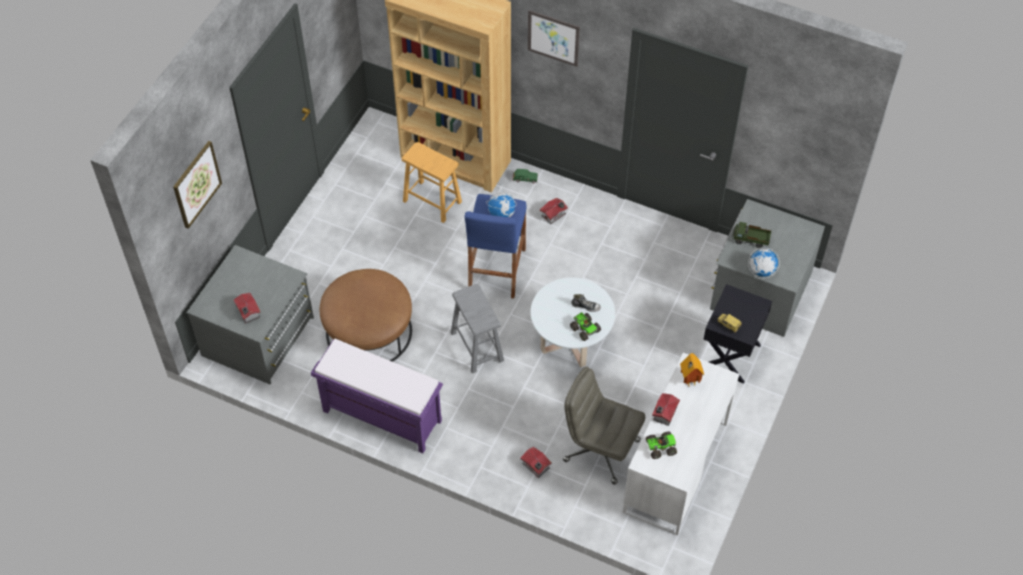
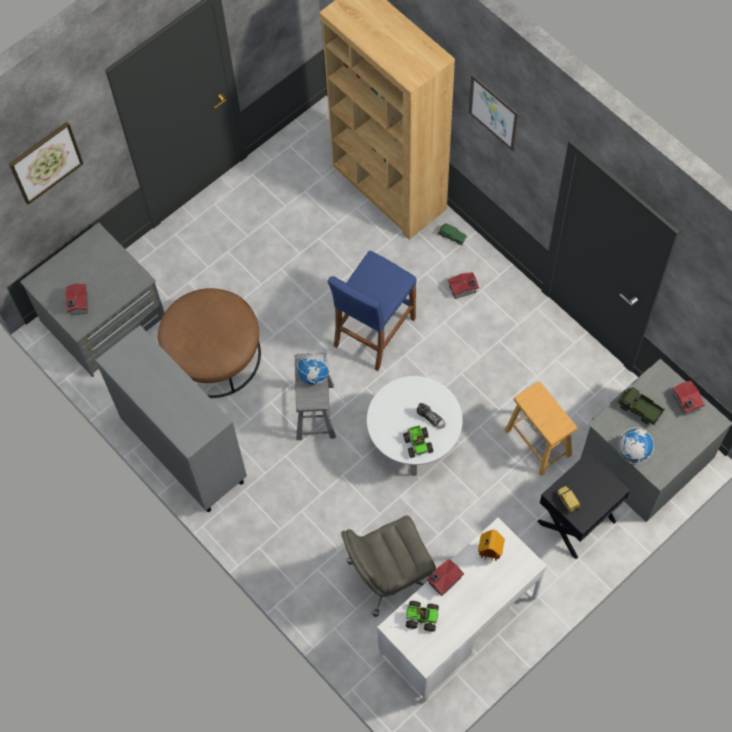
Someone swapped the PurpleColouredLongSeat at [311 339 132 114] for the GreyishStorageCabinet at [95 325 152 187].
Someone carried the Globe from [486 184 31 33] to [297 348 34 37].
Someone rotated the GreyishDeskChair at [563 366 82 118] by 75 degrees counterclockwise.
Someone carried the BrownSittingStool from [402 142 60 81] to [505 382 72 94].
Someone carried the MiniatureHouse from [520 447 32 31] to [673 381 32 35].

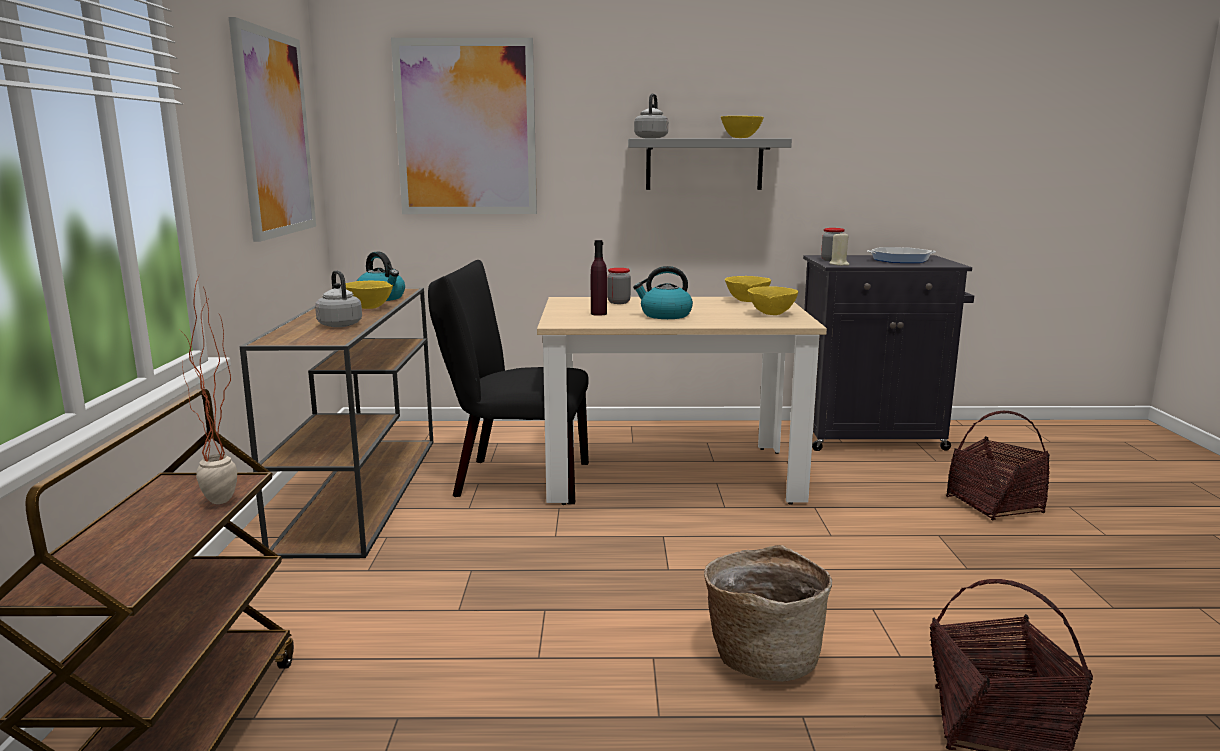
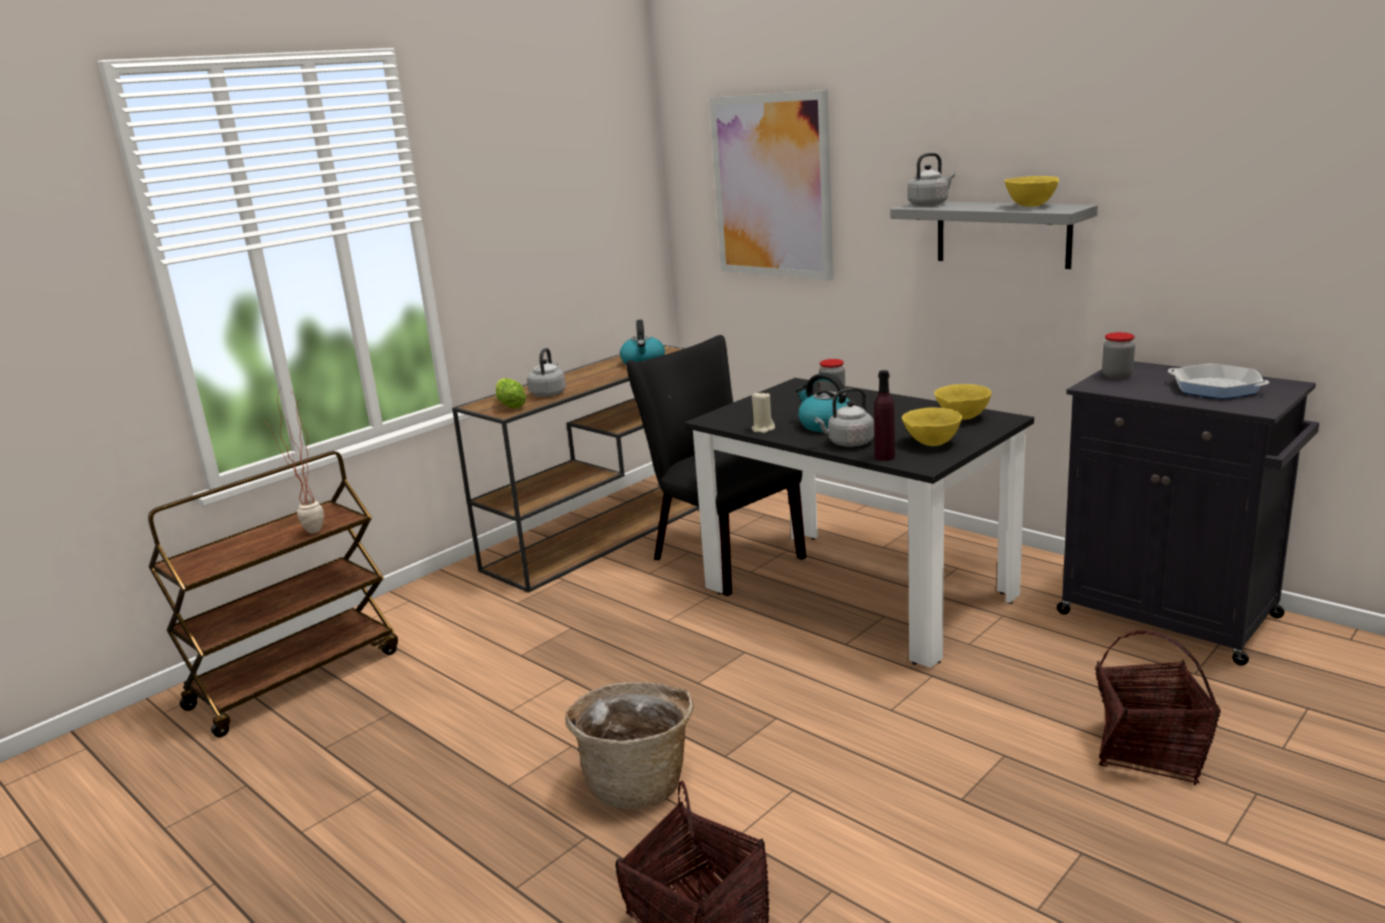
Someone put down the LettuceHead at [496 378 30 30].
Someone repainted the BeigeDiningTable at [537 297 290 208], which became the BlackishDiningTable at [685 378 349 290].
Someone carried the BeigeWaxCandle from [830 231 19 35] to [752 391 23 42].
Someone put down the GreyishTeaKettle at [815 387 59 60].
Someone carried the PurpleColouredBeverageBottle from [591 240 16 76] to [874 370 21 91].
Someone took away the Picture at [229 17 87 225].
Someone took away the YellowColouredBowl at [346 281 47 28].

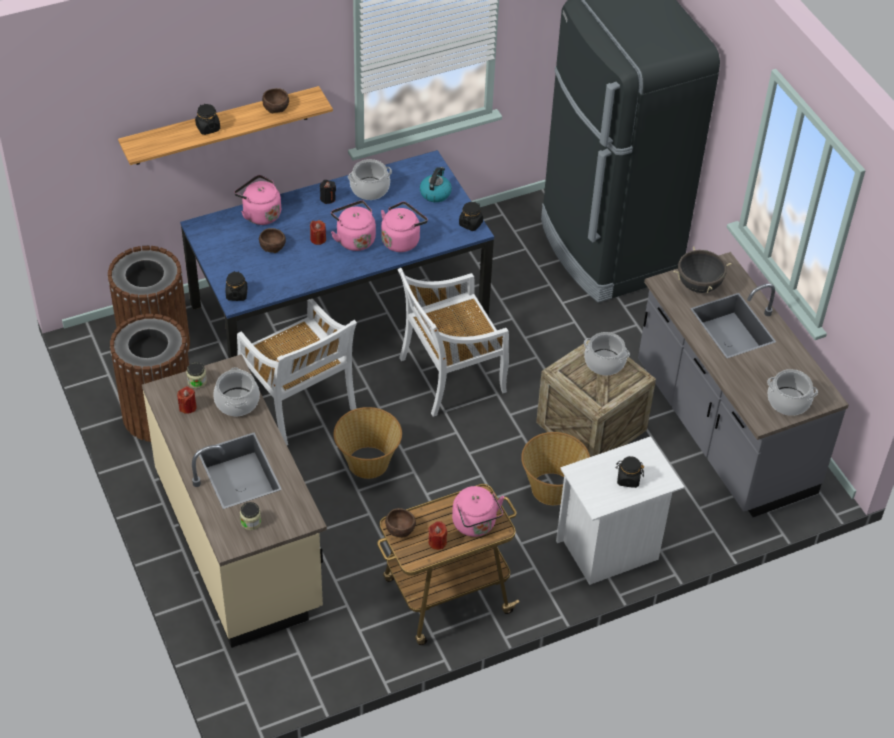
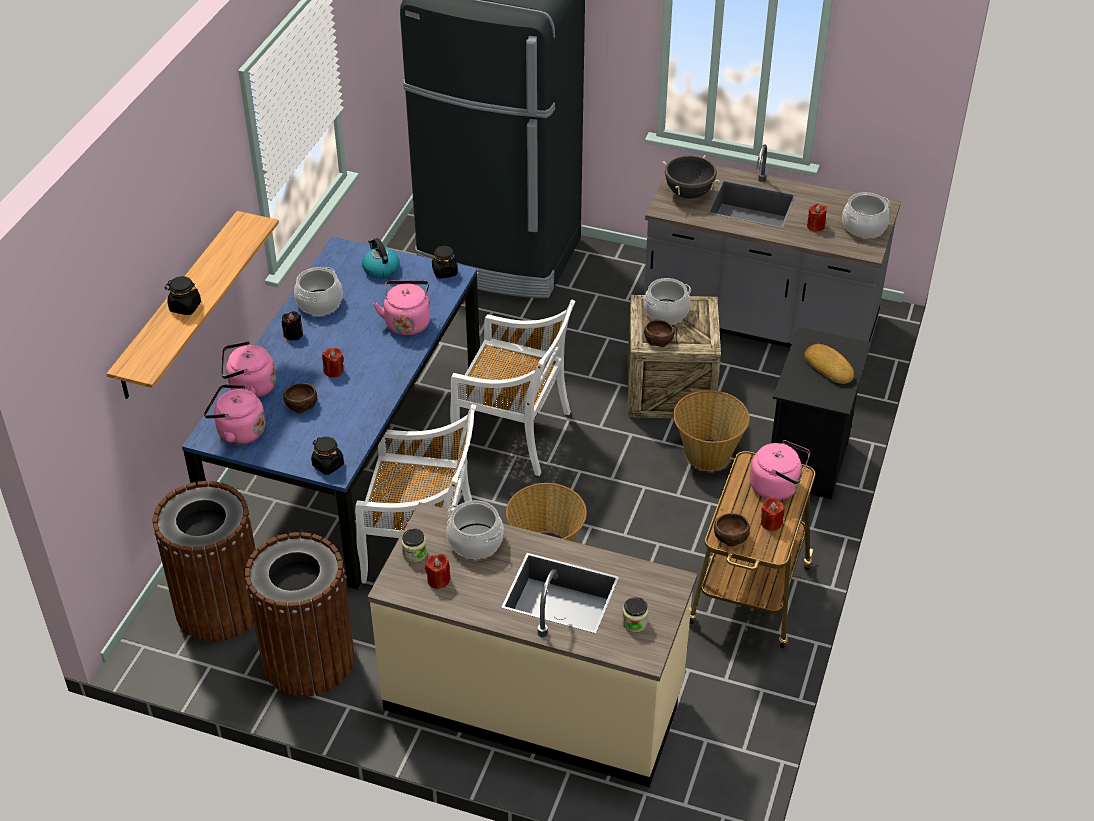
Someone carried the PinkColouredTeaKettle from [331 200 45 51] to [204 384 62 61].
Someone rotated the WhiteColouredChair at [398 268 111 149] by 90 degrees counterclockwise.
Someone carried the BrownBowl from [262 88 27 25] to [644 319 30 28].
Someone repainted the WhiteColouredBedsideTable at [556 436 128 149], which became the BlackishBedsideTable at [771 327 100 172].
Someone swapped the BlackishStorageJar at [616 456 28 32] for the Bread at [804 344 50 40].
Someone put down the RedColouredWaxCandle at [807 204 20 28].

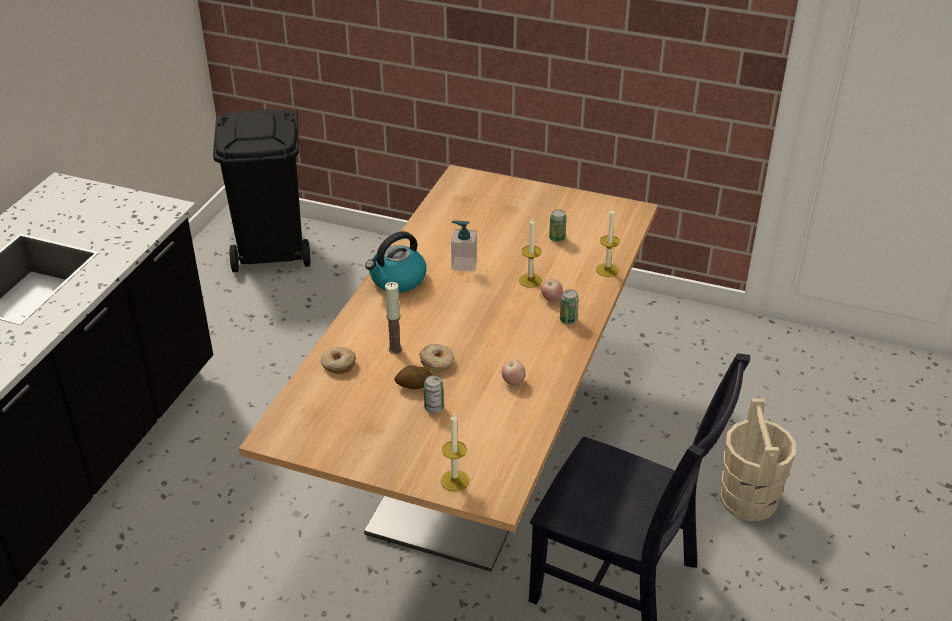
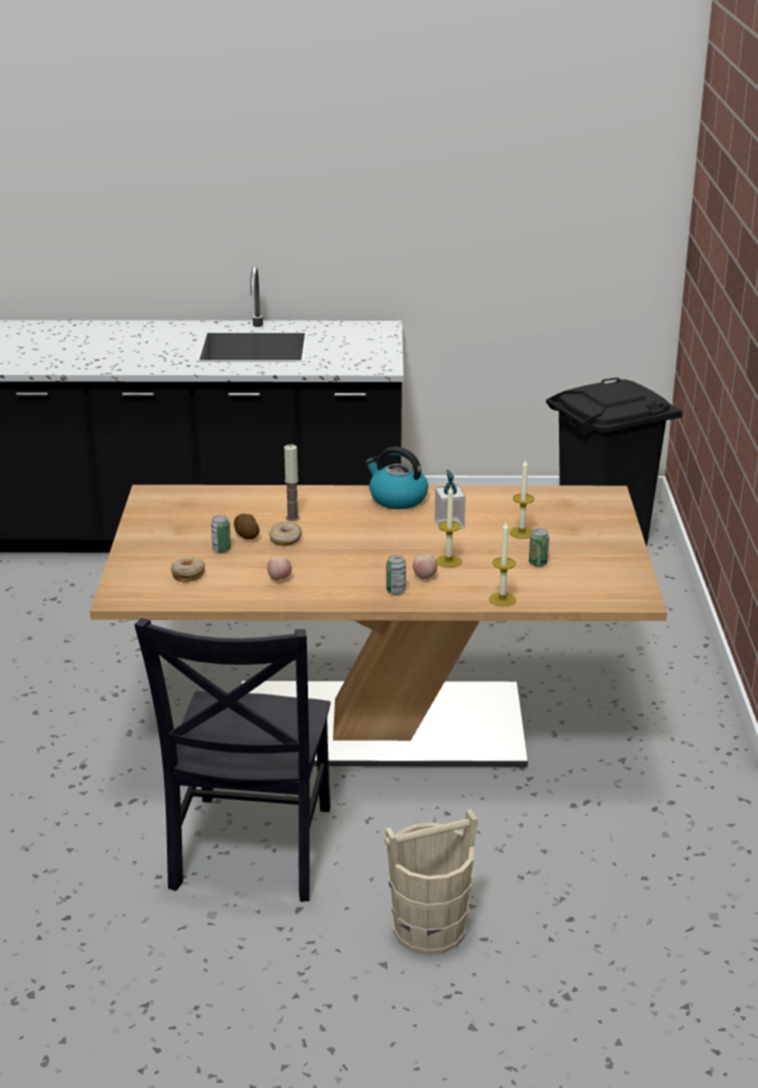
Someone carried the RingDoughnut from [321 347 35 28] to [171 557 34 25].
Someone carried the WaxCandle from [441 414 28 78] to [509 459 25 80].

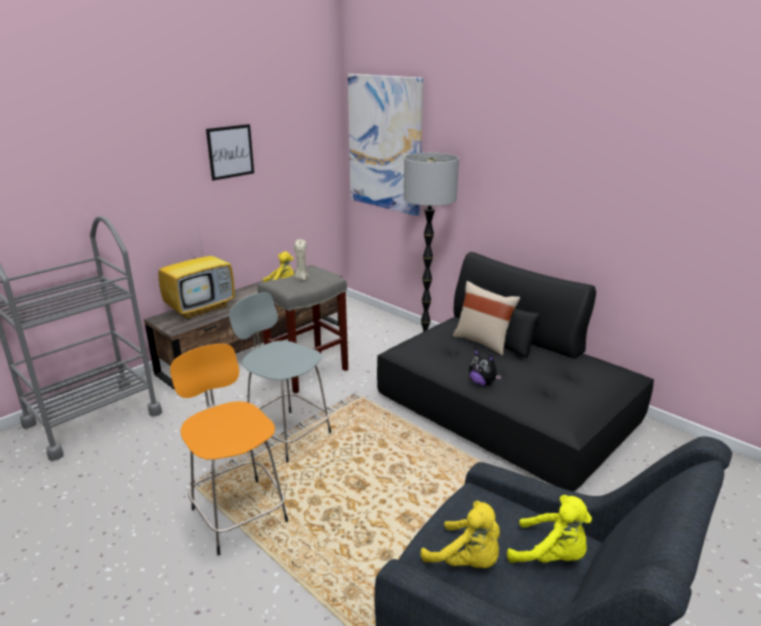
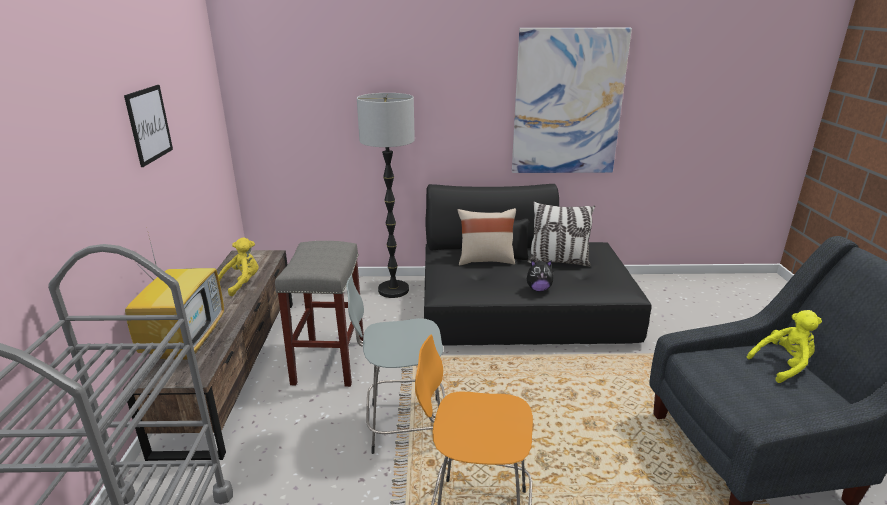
Someone carried the Picture from [348 74 75 142] to [512 28 120 145].
Someone put down the ThrowPillow at [527 201 68 65].
Someone took away the BeigeWaxCandle at [294 239 15 41].
Someone took away the YellowColouredSoftToy at [420 501 80 67].

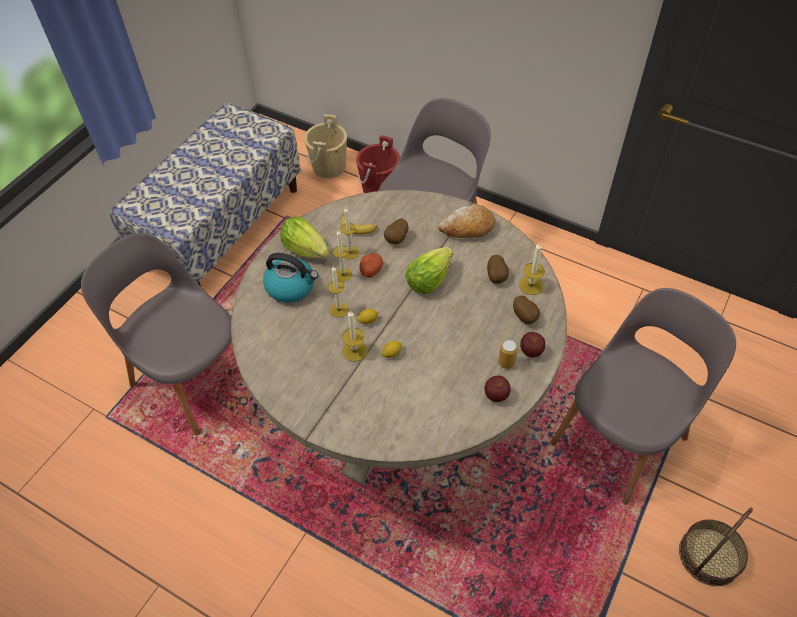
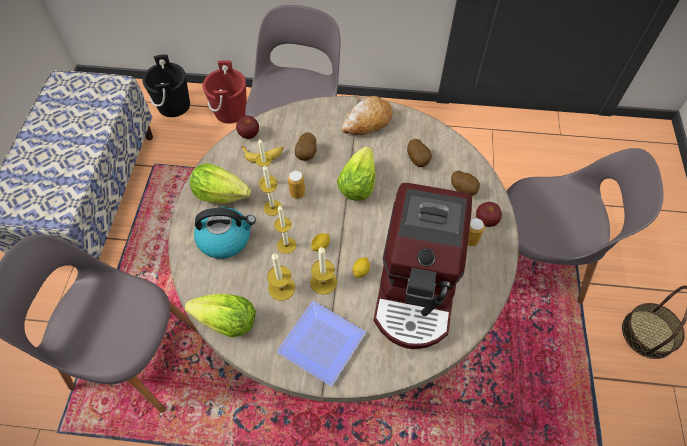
Someone repainted the BeigePail at [304 114 43 64], which became the BlackishPail at [142 54 48 63].
Someone put down the LettuceHead at [185 294 71 44].
Someone carried the WholeApple from [484 376 27 26] to [236 116 23 23].
Someone carried the WaxCandle from [519 242 26 53] to [267 253 28 47].
Someone put down the FlatDish at [277 301 89 85].
Someone swapped the Potato at [359 253 24 25] for the MetalCan at [288 170 17 29].
Someone put down the CoffeeMachine at [374 183 98 166].
Someone rotated the GreyishChair at [550 288 186 217] by 75 degrees clockwise.

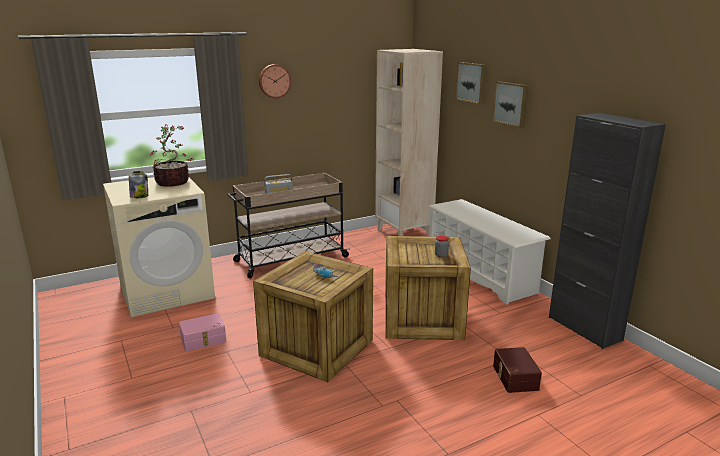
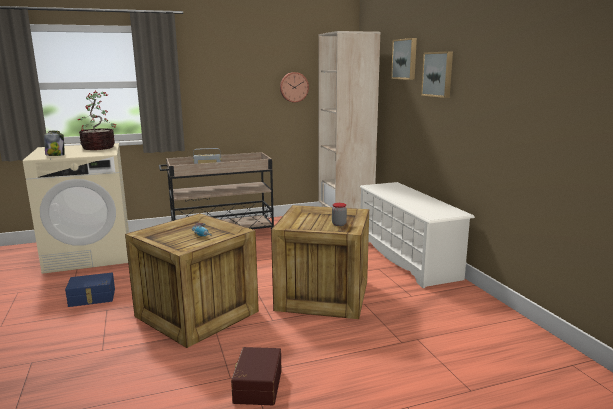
Someone repainted the PinkColouredStorageBin at [179 313 47 39], which became the BluishStorageBin at [65 273 50 34].
Someone carried the BrownStorageBin from [493 347 49 46] to [231 347 51 58].
Someone carried the WallClock from [259 64 32 34] to [280 72 29 31].
Someone took away the BlackishStorageCabinet at [549 113 117 236].

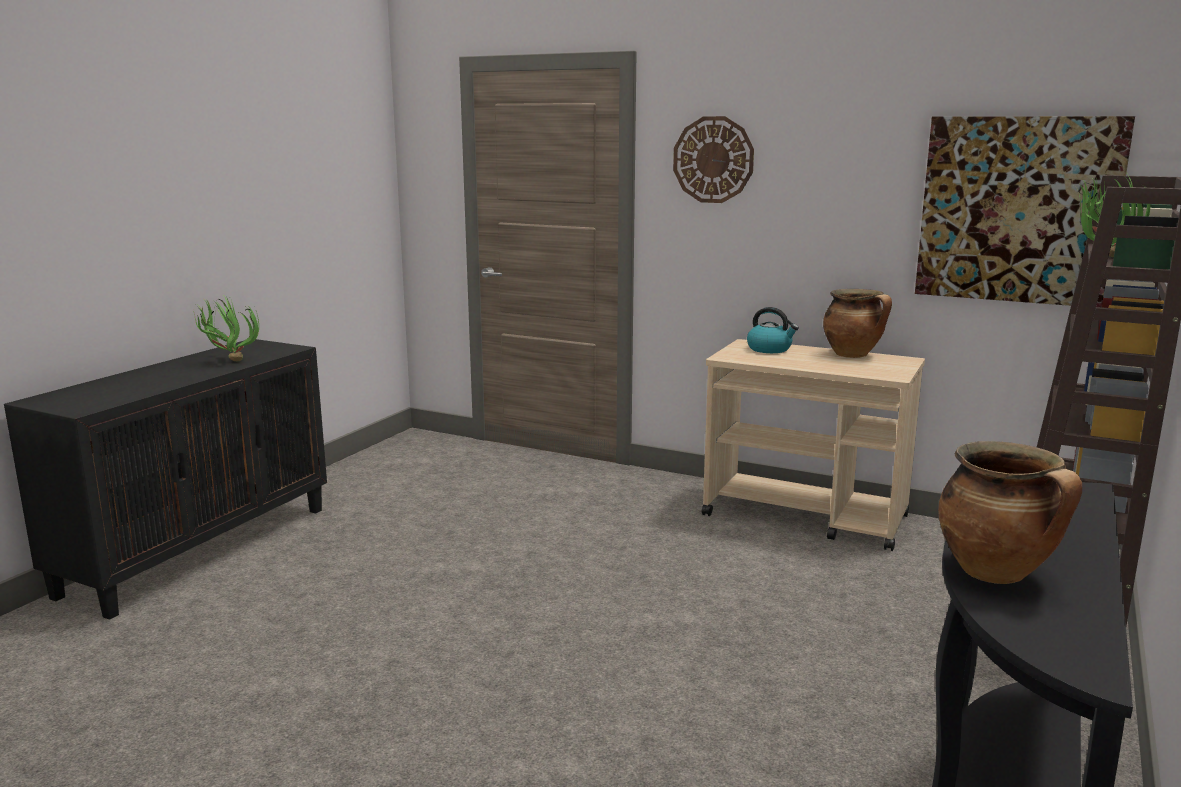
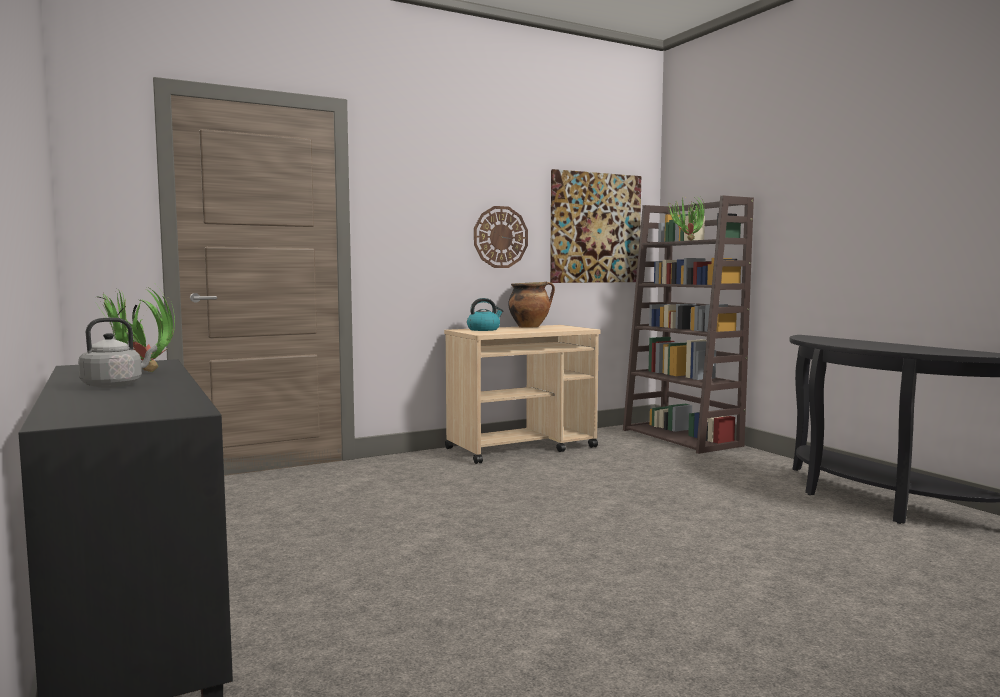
Someone put down the GreyishTeaKettle at [78 318 79 70].
Someone carried the WallClock from [673 116 81 87] to [474 206 54 62].
Someone took away the CookingPot at [938 441 144 143].

